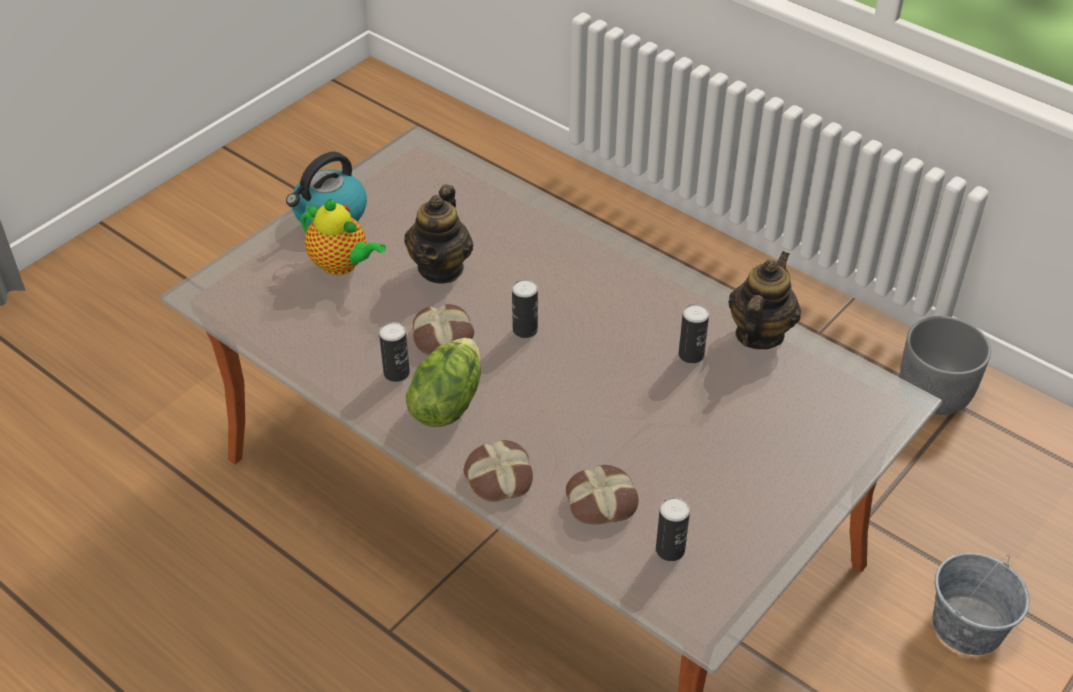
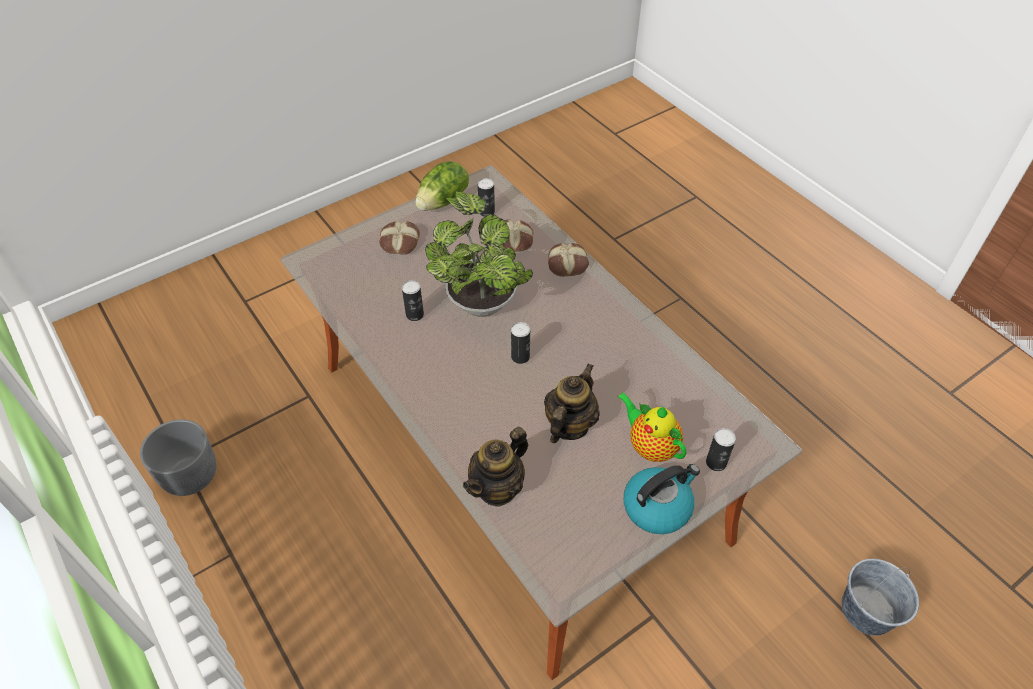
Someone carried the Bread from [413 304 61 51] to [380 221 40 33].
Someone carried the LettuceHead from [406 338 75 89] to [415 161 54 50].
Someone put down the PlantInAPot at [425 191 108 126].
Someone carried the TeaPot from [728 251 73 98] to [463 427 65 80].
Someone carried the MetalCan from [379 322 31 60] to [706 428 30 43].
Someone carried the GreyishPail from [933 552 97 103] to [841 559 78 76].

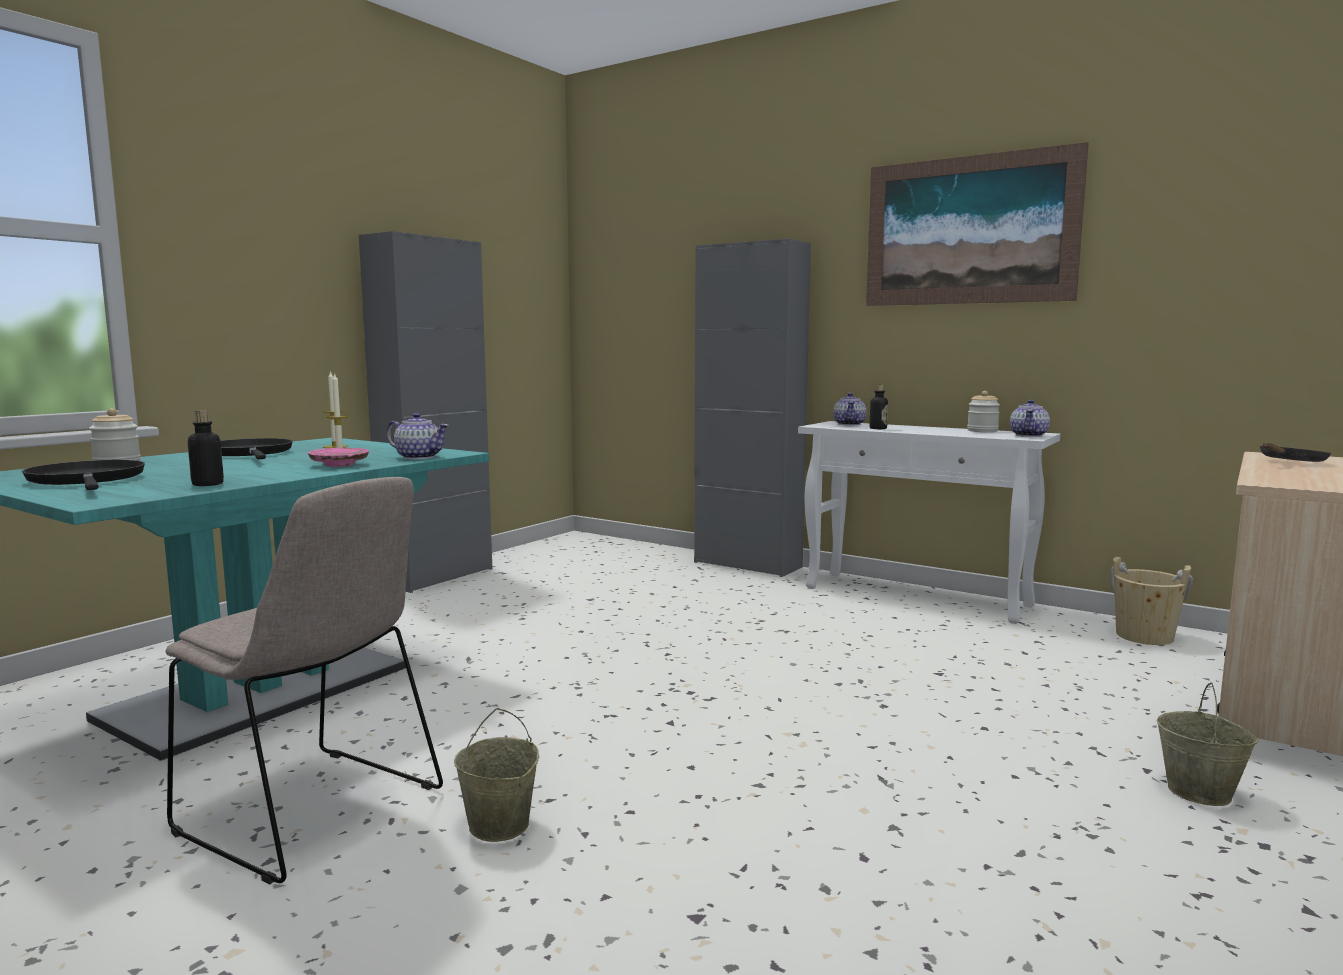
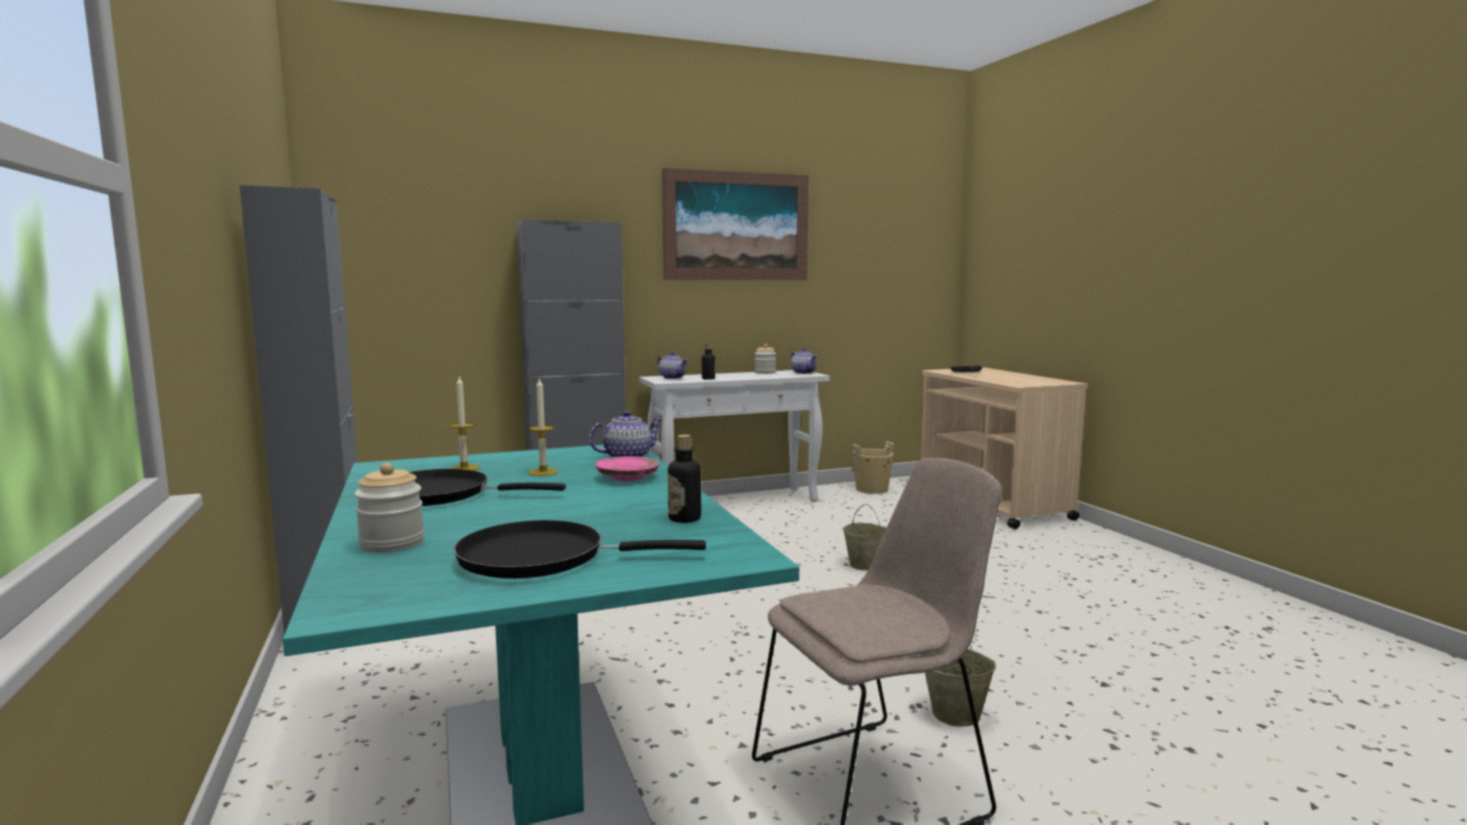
Someone carried the BeigePail from [1157 682 102 124] to [843 504 44 67].

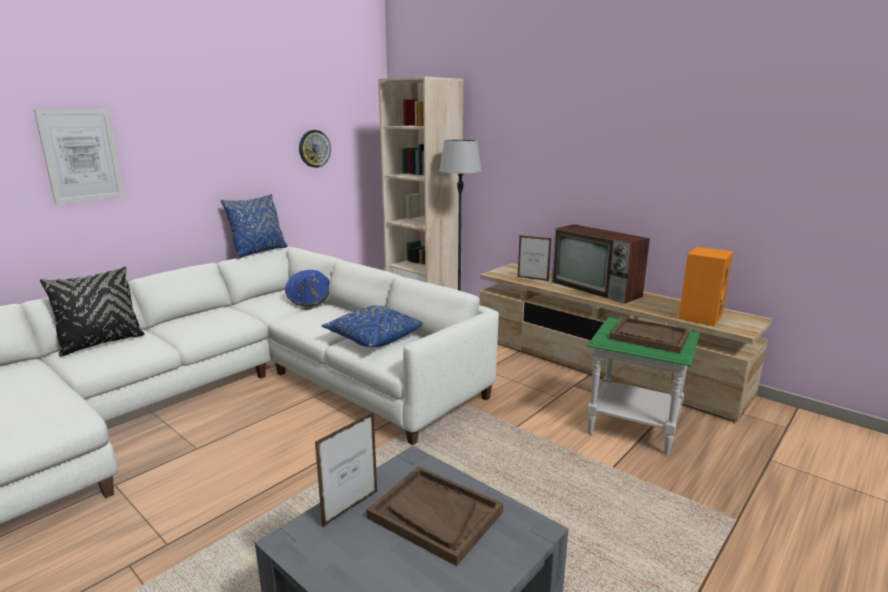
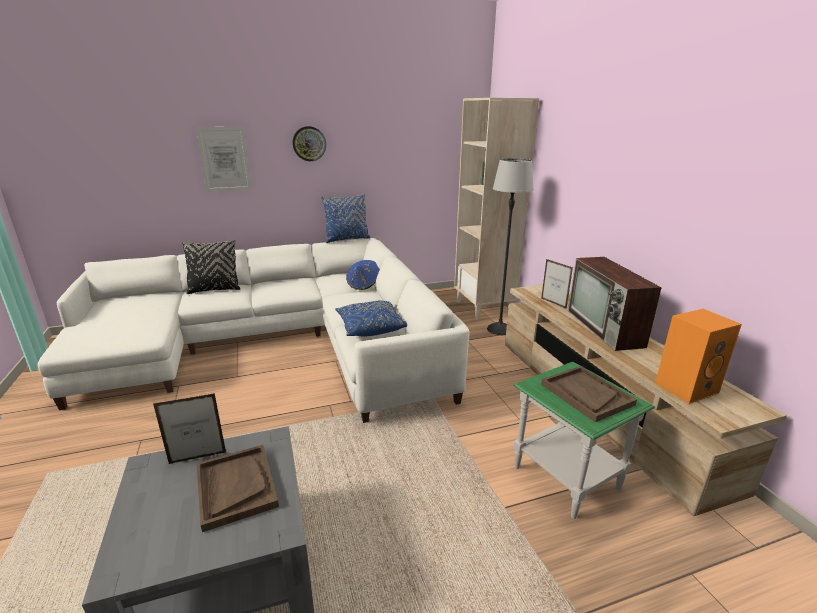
Someone carried the WallClock from [299 130 32 38] to [292 126 34 35].

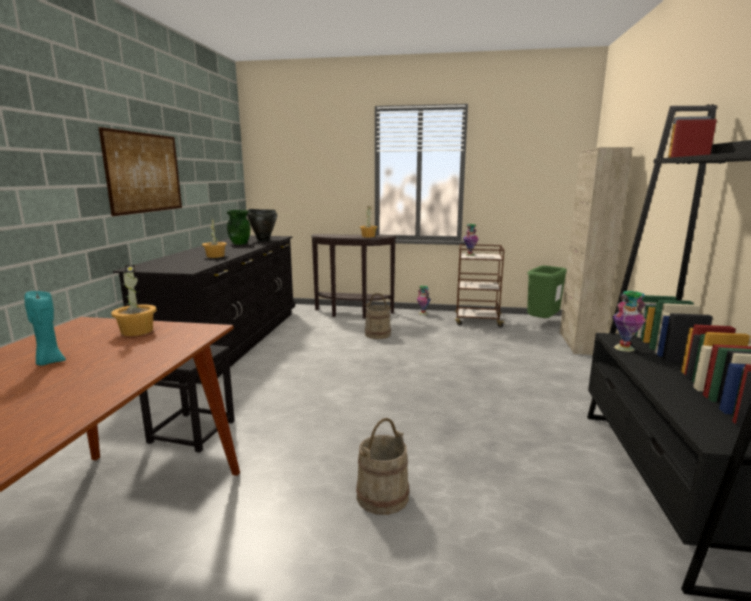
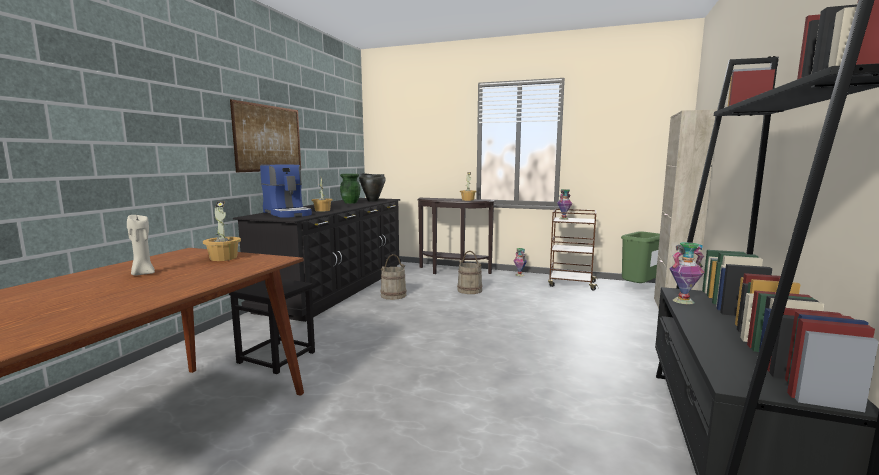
Someone repainted the TurquoiseColouredWaxCandle at [24 290 42 76], which became the BeigeWaxCandle at [127 215 28 61].
Someone put down the CoffeeMachine at [260 164 52 54].
Someone carried the BeigePail from [356 418 53 97] to [381 254 26 46].

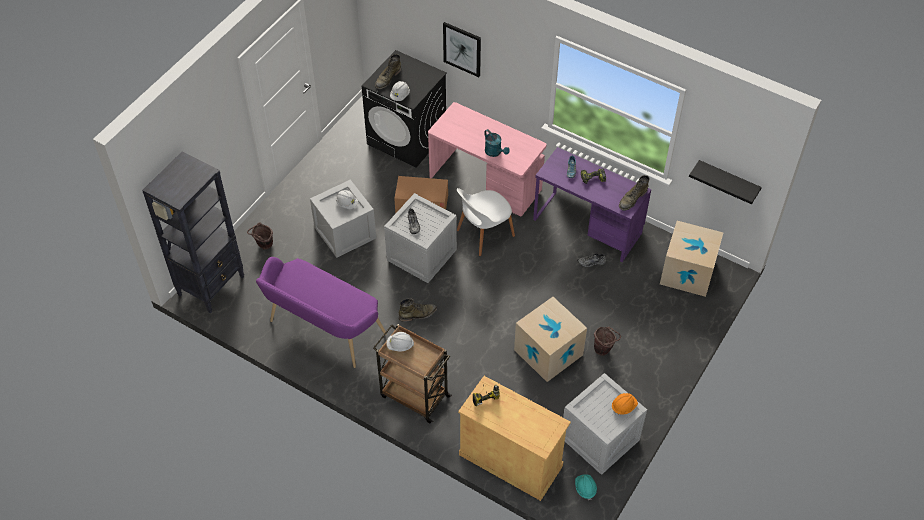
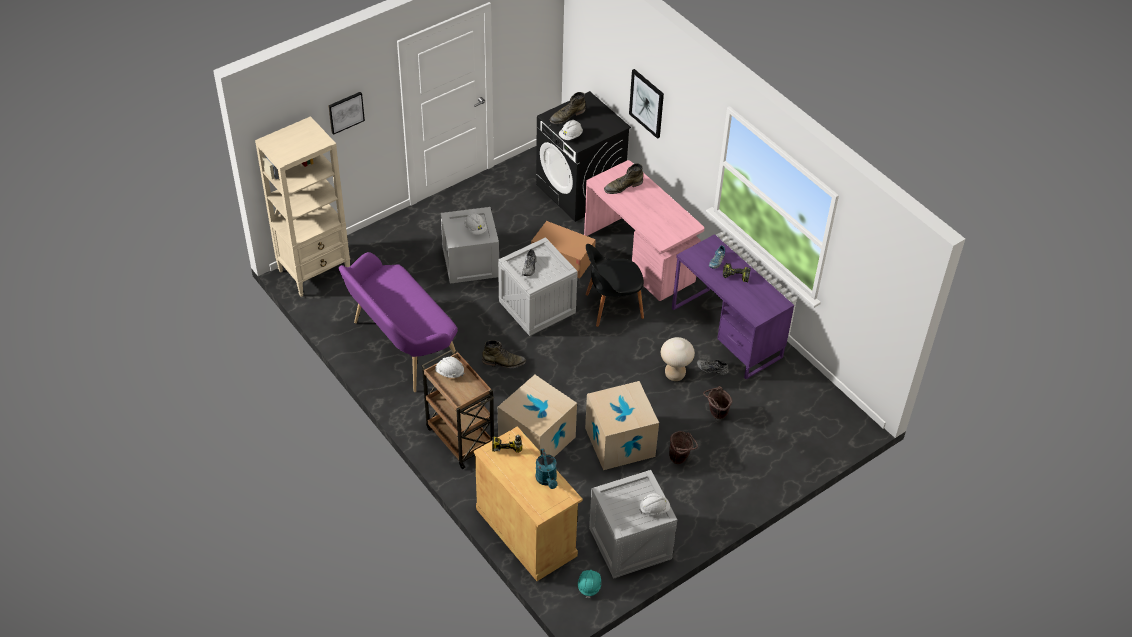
Someone repainted the BlackishBookcase at [142 151 102 163], which became the BeigeBookcase at [255 116 95 181].
Someone put up the Picture at [328 92 37 43].
Someone carried the CardboardBox from [660 221 63 76] to [498 375 79 82].
Someone carried the TurquoiseColouredWateringCan from [484 129 26 28] to [535 448 23 41].
Someone repainted the WhiteColouredChair at [457 188 58 68], which became the BlackishChair at [585 244 59 83].
Someone carried the GreenTallBoot from [619 175 31 36] to [604 163 39 31].
Someone repainted the OrangeHardHat at [612 393 26 22], which became the WhiteColouredHardHat at [639 493 31 23].
Someone put down the BeigeSittingStool at [661 337 34 44].
Someone carried the BrownPail from [247 222 26 27] to [703 386 29 33].
Someone took away the BlackishShelf at [689 160 73 44].

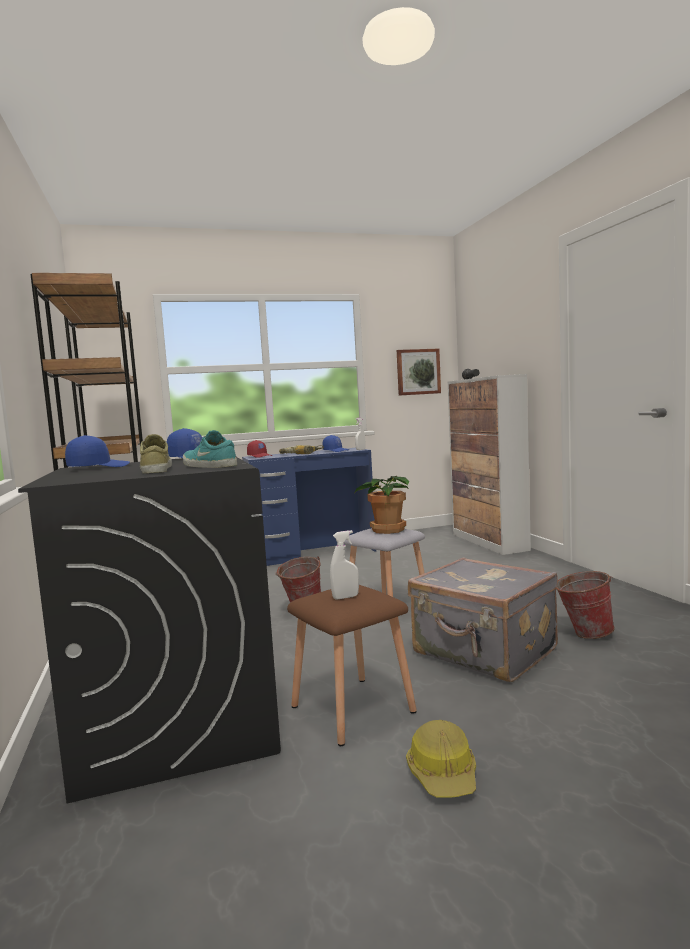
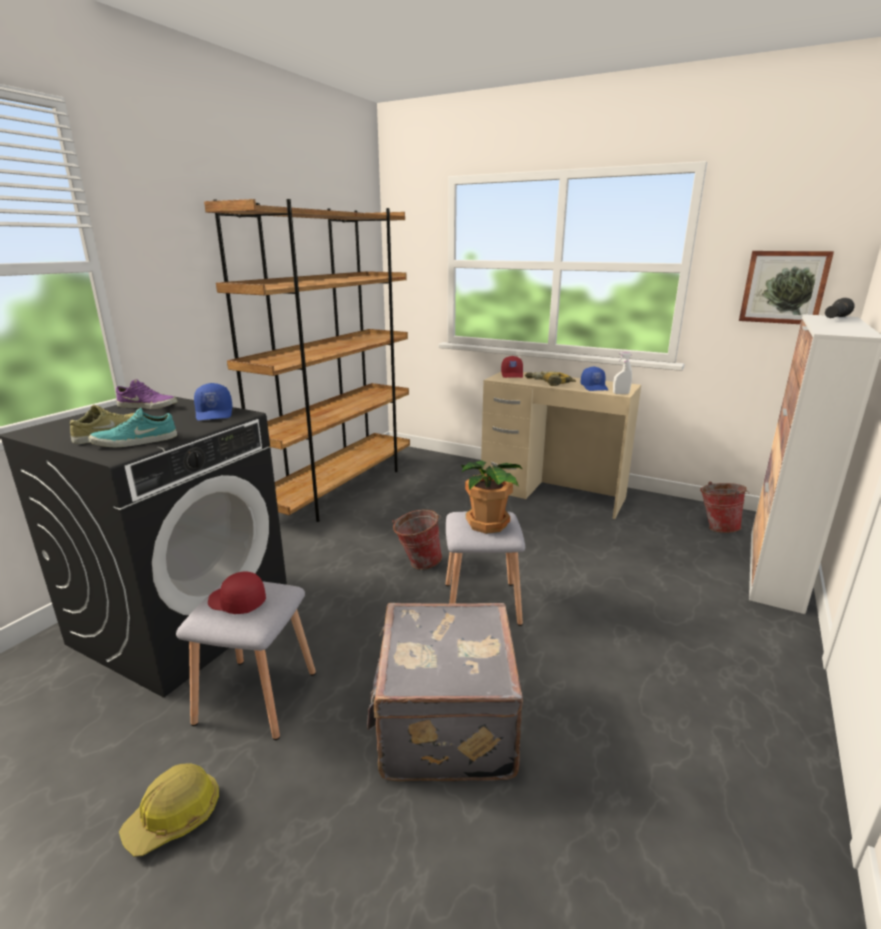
Someone rotated the TurquoiseColouredLowShoe at [183 430 54 38] by 120 degrees counterclockwise.
Someone swapped the BluishBaseballCap at [65 435 65 32] for the PurpleColouredLowShoe at [116 379 61 30].
Someone repainted the BrownSittingStool at [287 585 130 161], which became the GreyishSittingStool at [176 581 140 159].
Someone swapped the WhiteColouredSprayer at [330 530 29 70] for the RedColouredBaseballCap at [208 572 58 42].
Someone repainted the BluishDeskUnit at [242 448 134 118], which became the BeigeDeskUnit at [481 372 160 147].
Someone carried the Pail from [556 571 59 68] to [700 482 50 51].

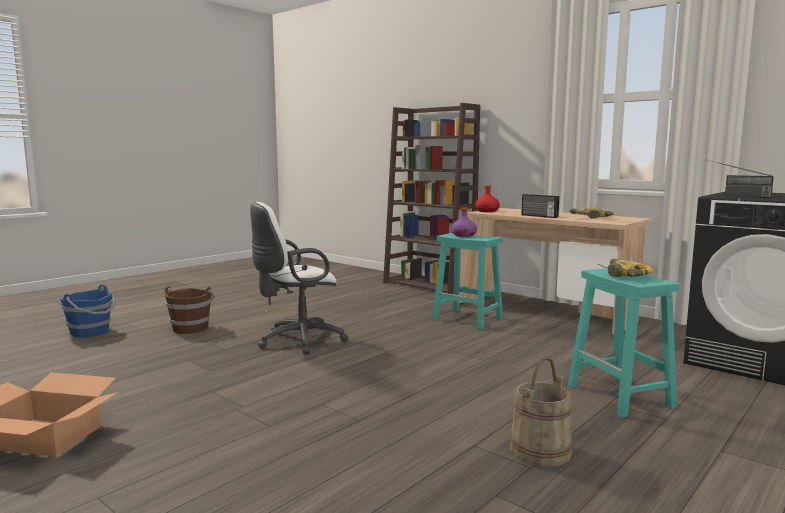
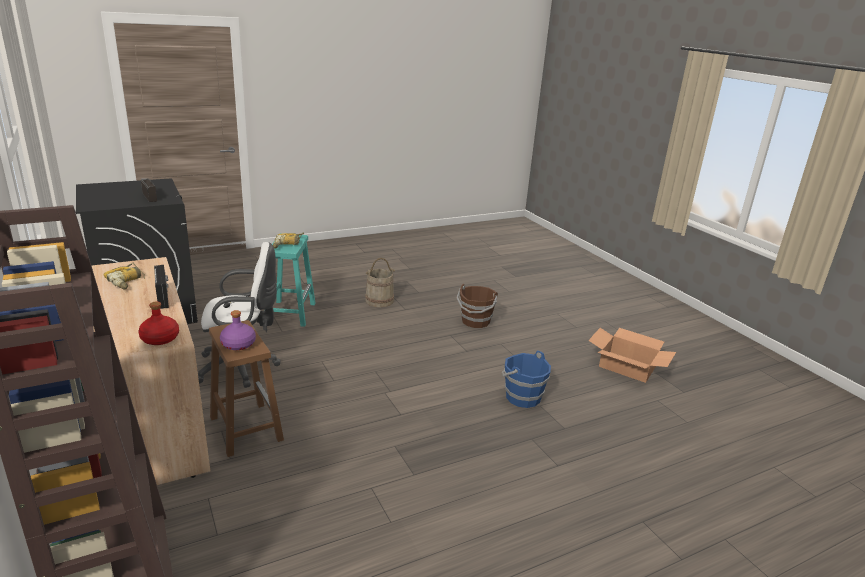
Someone carried the WhiteColouredDeskChair from [250 202 99 153] to [198 242 83 146].
Someone repainted the TurquoiseColouredSittingStool at [432 233 71 97], which became the BrownSittingStool at [209 320 75 137].
Someone carried the BrownPail from [164 286 51 48] to [456 284 42 44].
Someone carried the BluishPail from [60 285 55 53] to [501 351 50 57].

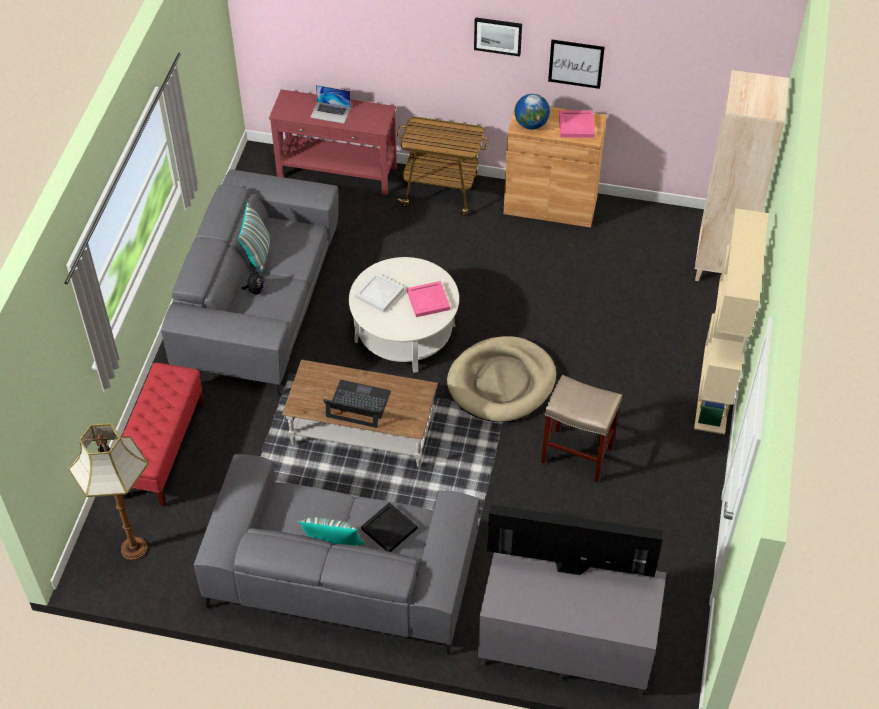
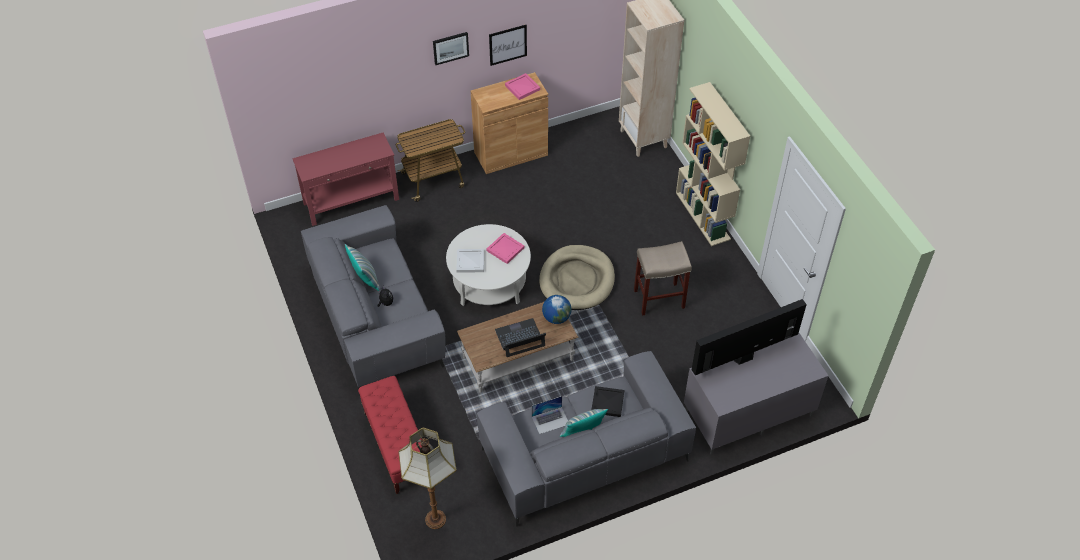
Someone carried the Laptop from [310 85 41 39] to [532 396 36 38].
Someone carried the Globe from [515 94 35 35] to [542 295 29 29].

